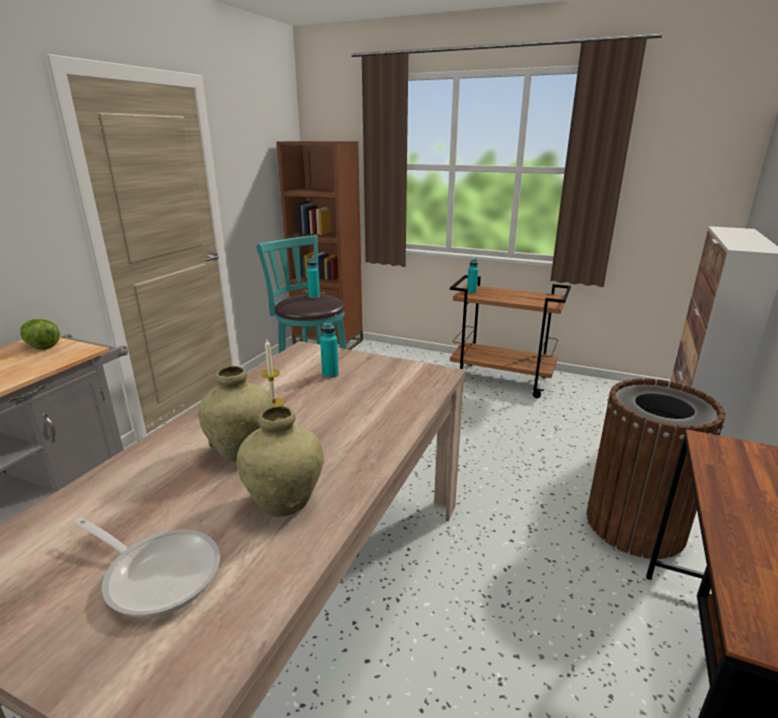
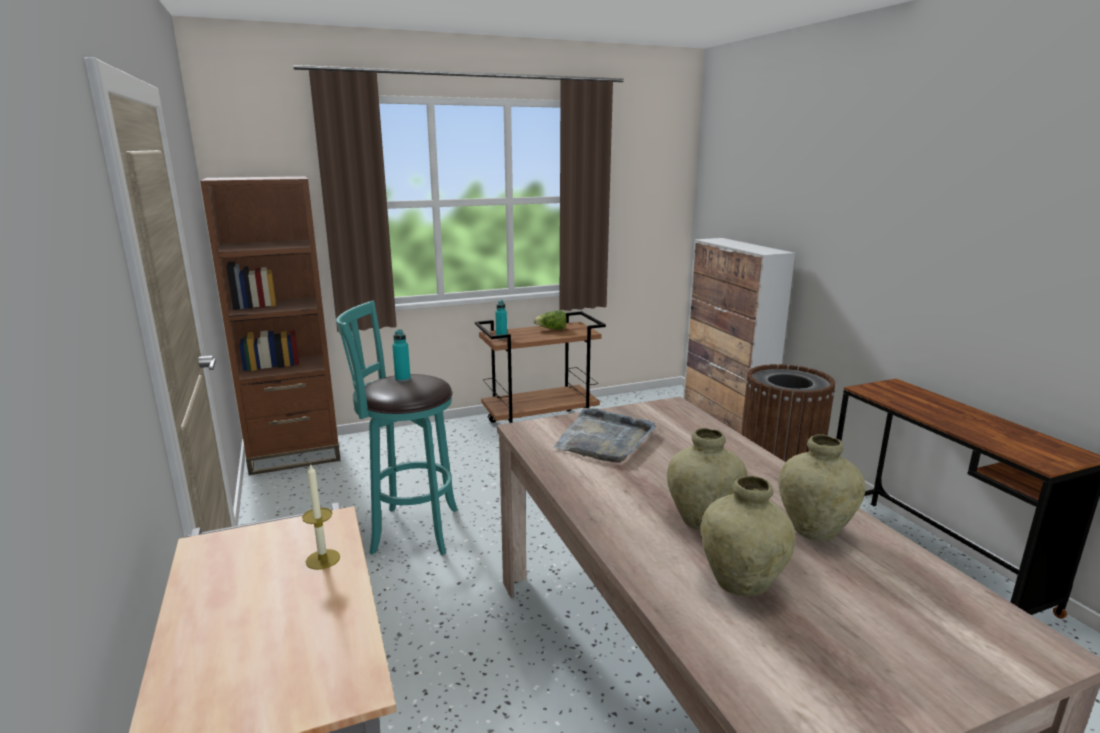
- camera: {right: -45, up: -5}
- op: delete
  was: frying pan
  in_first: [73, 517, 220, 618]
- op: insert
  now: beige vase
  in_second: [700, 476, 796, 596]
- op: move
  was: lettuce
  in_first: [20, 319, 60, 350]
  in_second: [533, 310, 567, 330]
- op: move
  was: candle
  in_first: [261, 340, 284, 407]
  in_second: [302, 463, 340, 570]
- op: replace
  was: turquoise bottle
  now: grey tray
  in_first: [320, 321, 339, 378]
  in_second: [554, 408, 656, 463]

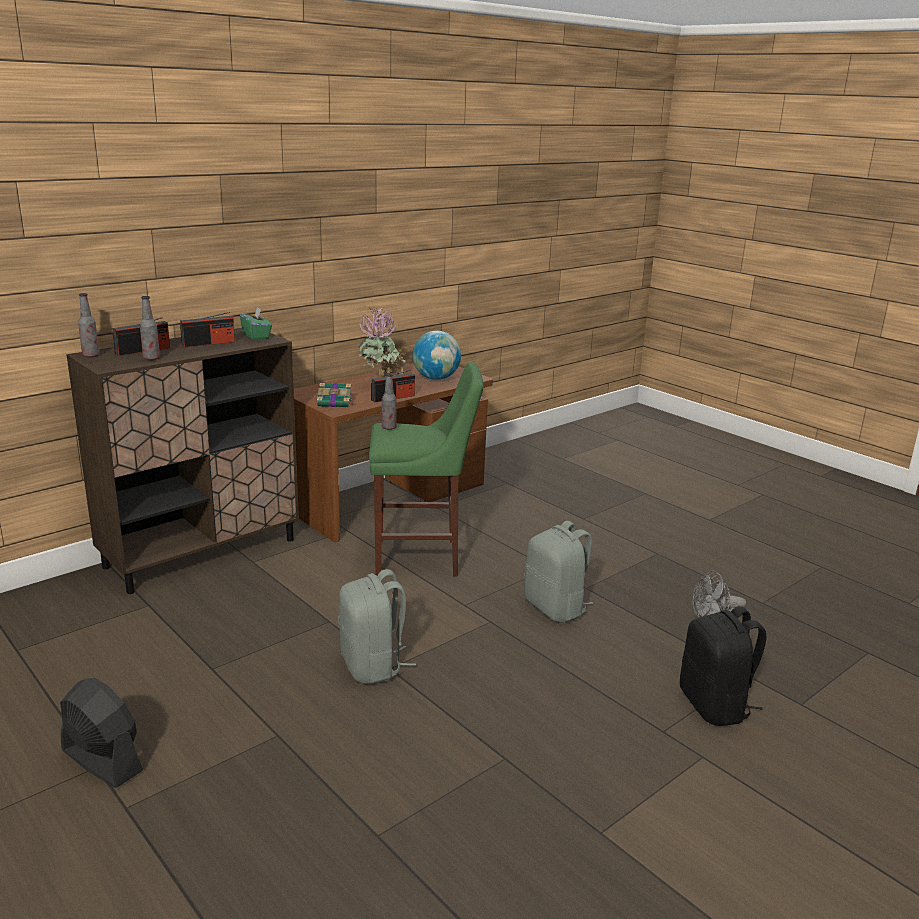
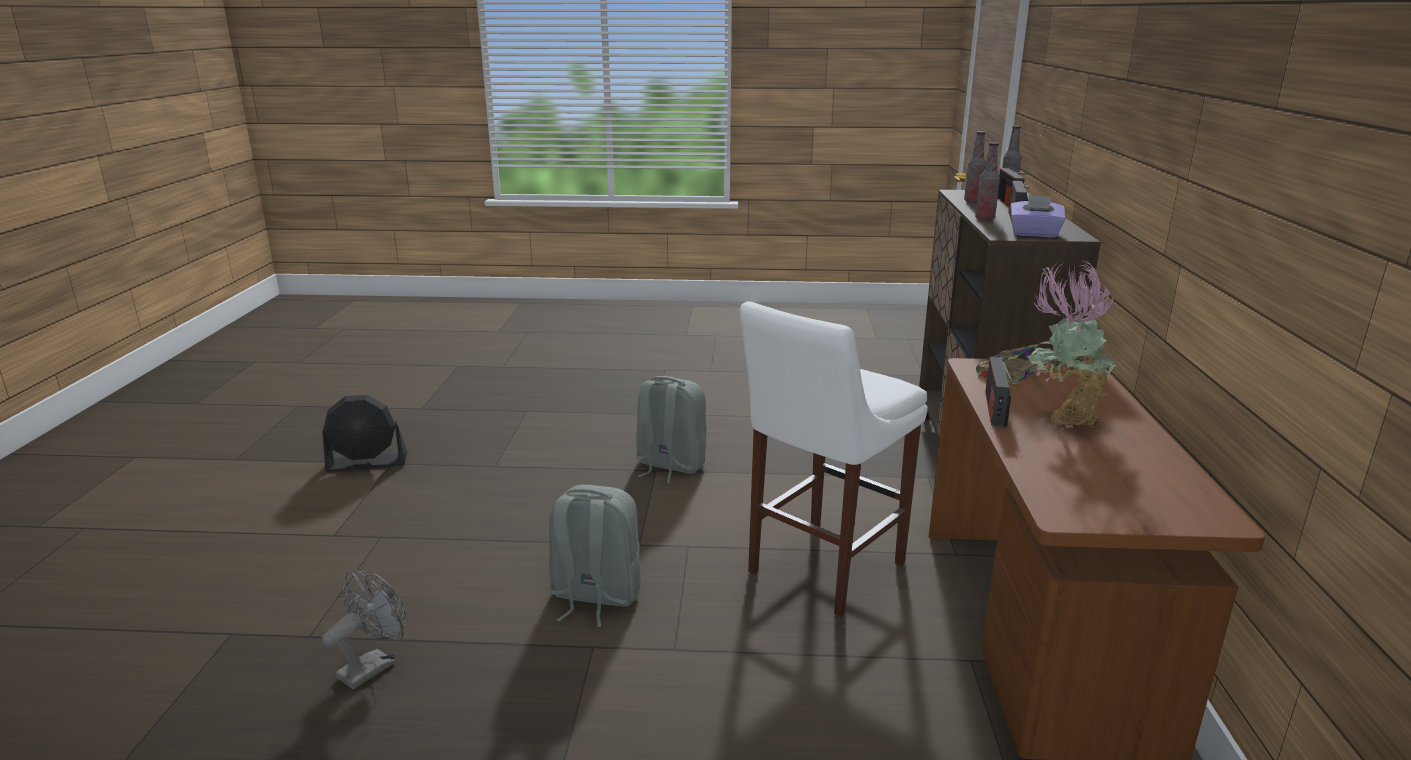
- camera: {right: 135, up: 0}
- op: delete
  was: globe
  in_first: [412, 331, 461, 380]
- op: delete
  was: black backpack
  in_first: [680, 606, 767, 726]
- op: move
  was: black fan
  in_first: [60, 678, 143, 788]
  in_second: [322, 395, 408, 472]
- op: move
  was: bottle
  in_first: [382, 373, 396, 430]
  in_second: [975, 142, 1000, 220]
- op: recolor
  was: green tissue box
  now: purple tissue box
  in_first: [240, 307, 272, 340]
  in_second: [1010, 195, 1066, 237]
- op: recolor
  was: green stool
  now: white stool
  in_first: [369, 362, 483, 576]
  in_second: [740, 302, 928, 617]

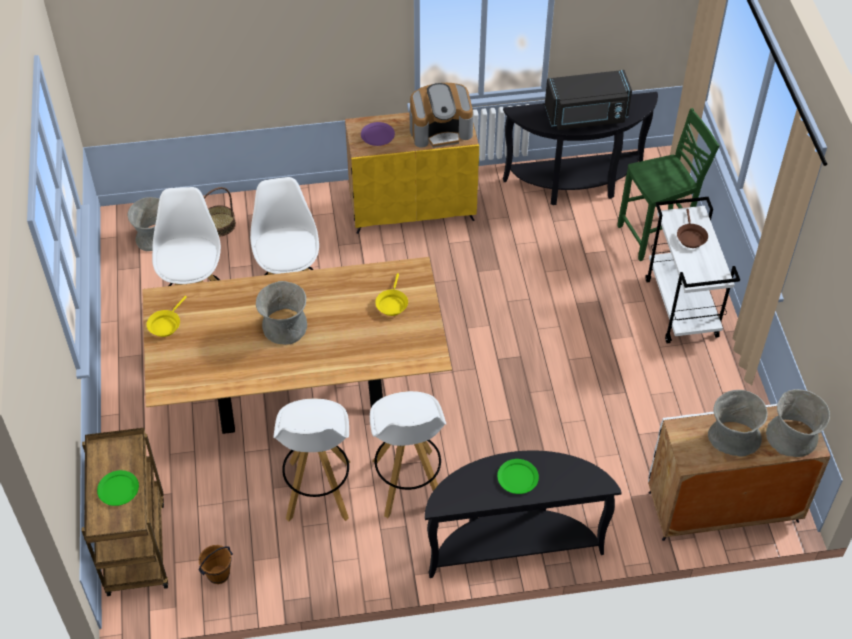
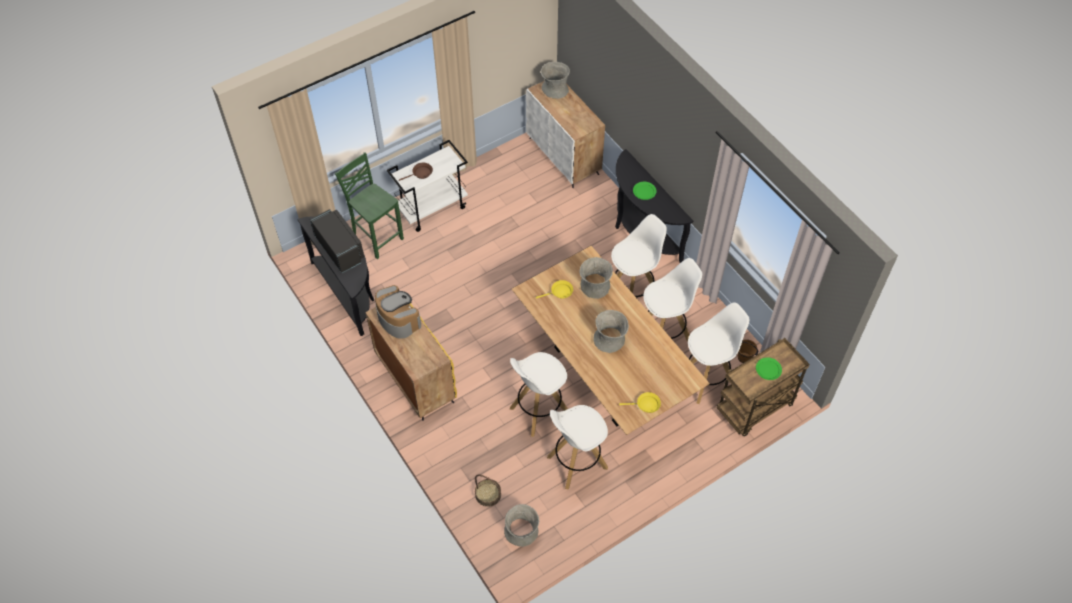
- camera: {right: -115, up: 5}
- op: delete
  was: purple plate
  in_first: [361, 122, 395, 146]
- op: insert
  now: white stool
  in_second: [688, 303, 749, 404]
- op: move
  was: grey vase
  in_first: [708, 390, 767, 457]
  in_second: [580, 257, 613, 299]

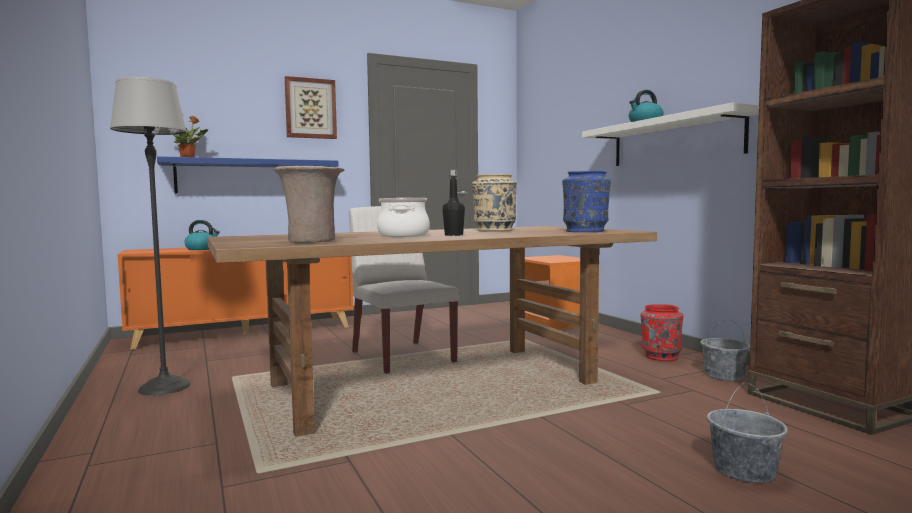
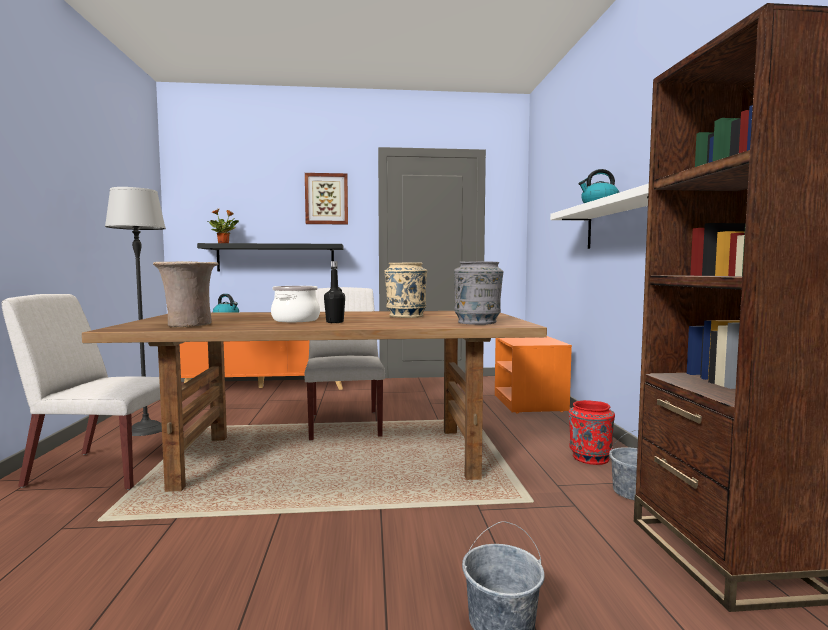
- camera: {right: 20, up: 0}
- op: insert
  now: white chair
  in_second: [2, 294, 160, 490]
- op: recolor
  was: blue shelf
  now: black shelf
  in_first: [157, 156, 338, 193]
  in_second: [197, 243, 344, 271]
- op: recolor
  was: blue vase
  now: grey vase
  in_first: [562, 171, 611, 232]
  in_second: [454, 261, 503, 325]

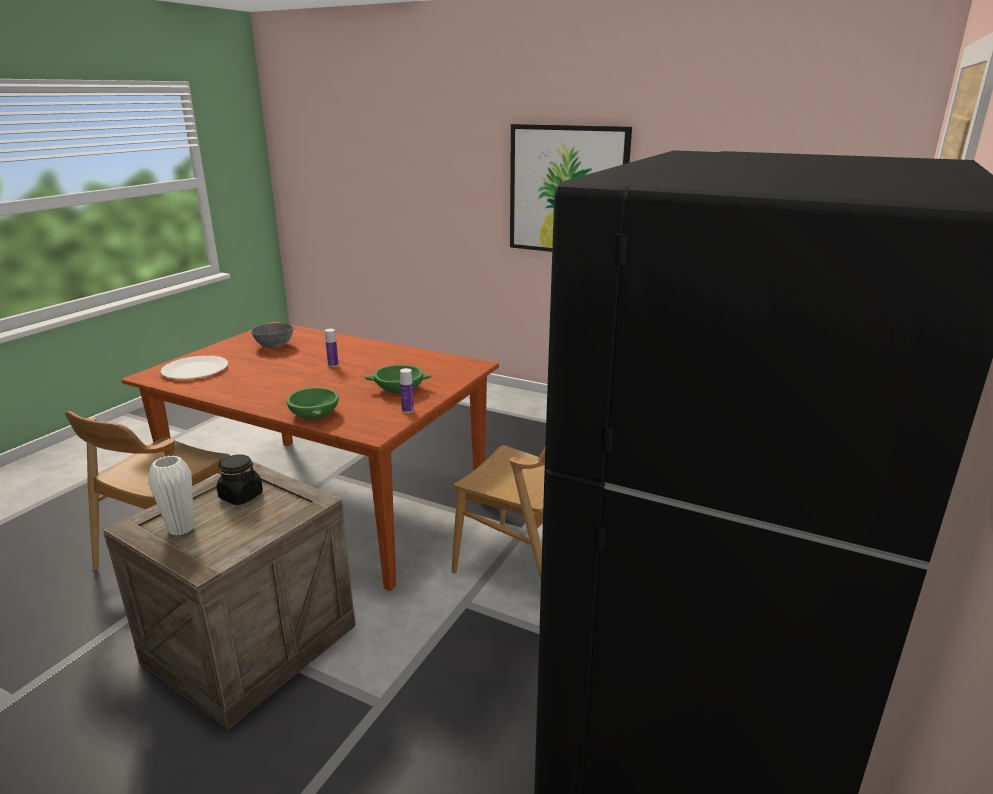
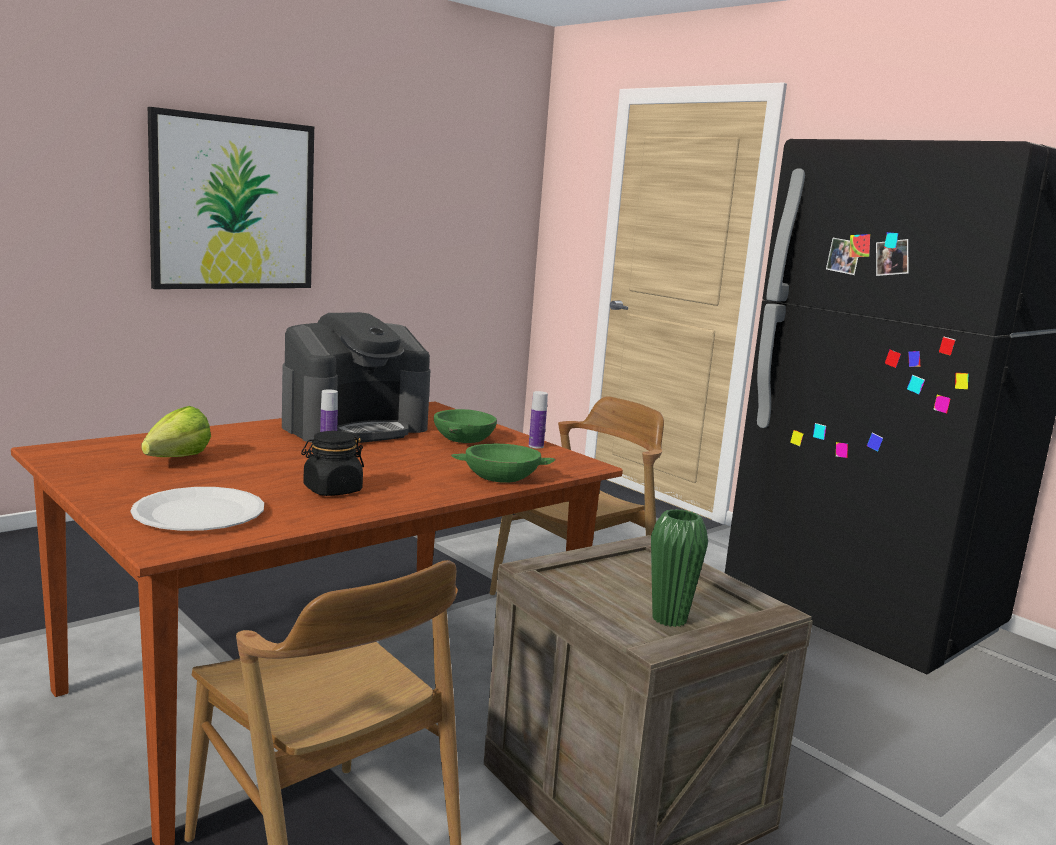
- camera: {right: -70, up: -10}
- op: insert
  now: coffee machine
  in_second: [282, 312, 431, 443]
- op: move
  was: black jar
  in_first: [217, 454, 263, 505]
  in_second: [301, 431, 364, 496]
- op: replace
  was: grey bowl
  now: lettuce
  in_first: [251, 323, 294, 348]
  in_second: [142, 406, 211, 457]
- op: recolor
  was: white vase
  now: green vase
  in_first: [148, 456, 194, 535]
  in_second: [651, 509, 708, 627]

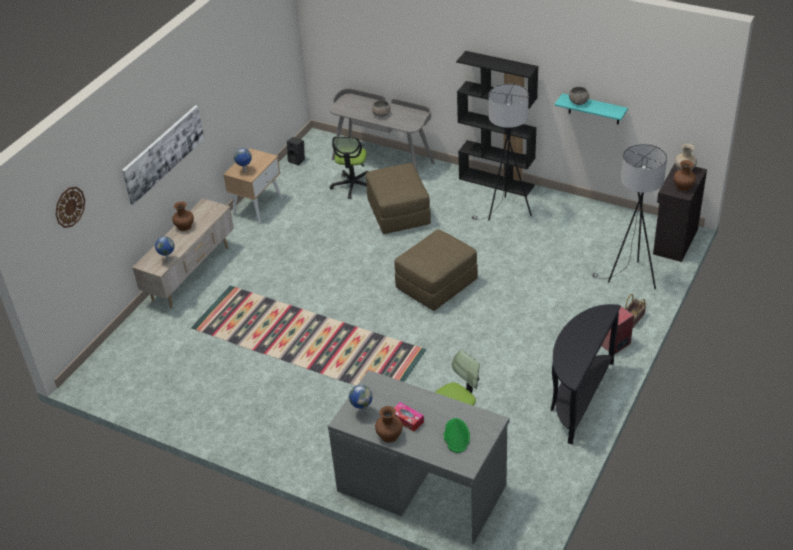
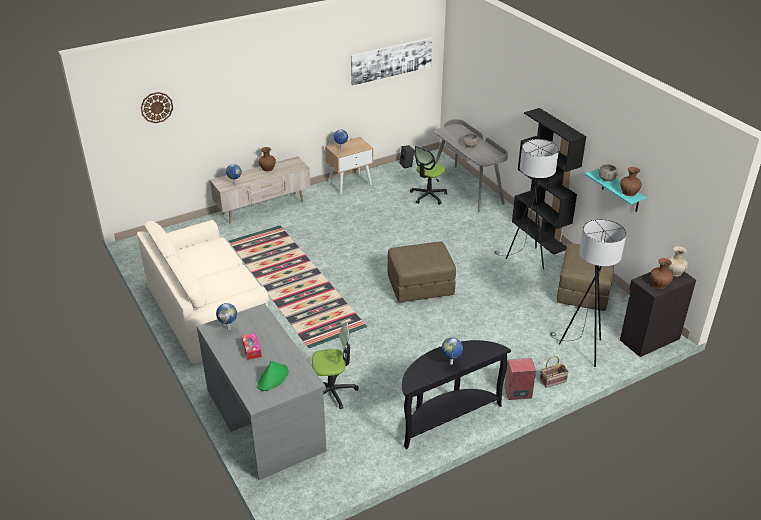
- camera: {right: 30, up: -5}
- op: insert
  now: beige sofa
  in_second: [137, 220, 269, 363]
- op: insert
  now: globe
  in_second: [442, 337, 463, 365]
- op: move
  was: picture
  in_first: [122, 105, 204, 205]
  in_second: [351, 38, 432, 86]
- op: move
  was: brown ottoman
  in_first: [366, 163, 431, 234]
  in_second: [557, 243, 614, 311]
- op: move
  was: brown vase
  in_first: [375, 406, 403, 443]
  in_second: [620, 167, 642, 196]

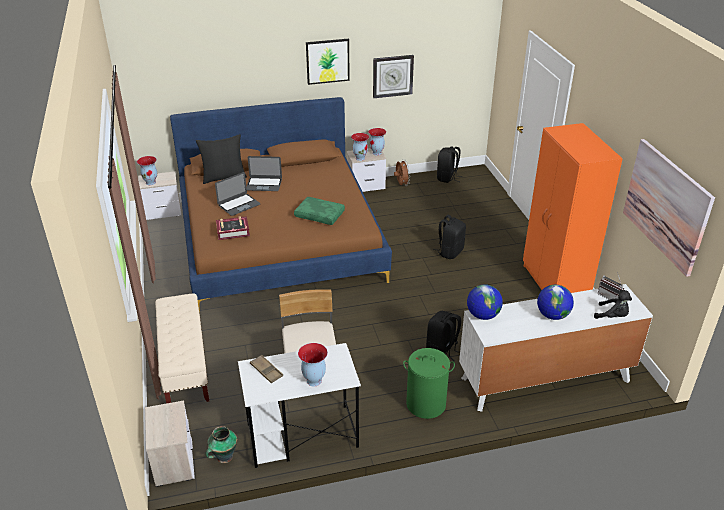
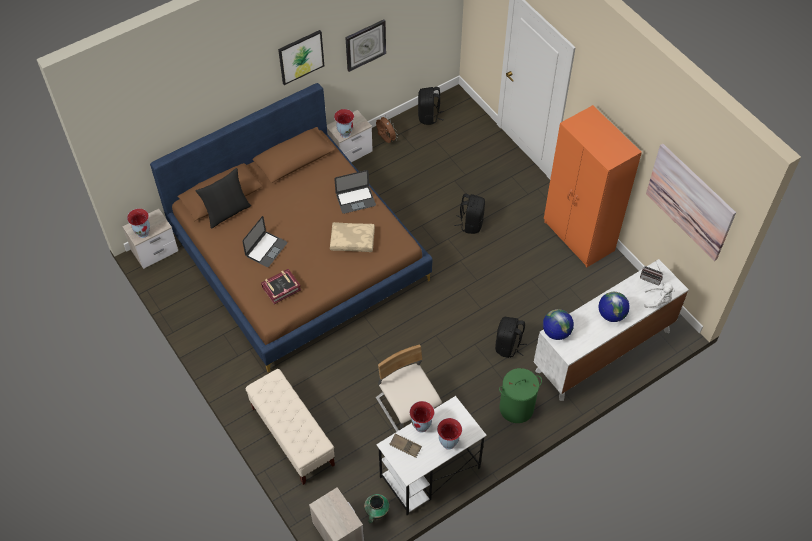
- camera: {right: -20, up: 20}
- op: move
  was: laptop
  in_first: [246, 156, 282, 191]
  in_second: [334, 170, 376, 214]
- op: move
  was: vase
  in_first: [368, 128, 386, 156]
  in_second: [410, 401, 434, 433]
- op: recolor
  was: green pillow
  now: beige pillow
  in_first: [294, 197, 345, 225]
  in_second: [330, 222, 375, 252]
- op: recolor
  was: black plush toy
  now: white plush toy
  in_first: [594, 290, 632, 319]
  in_second: [644, 283, 675, 308]

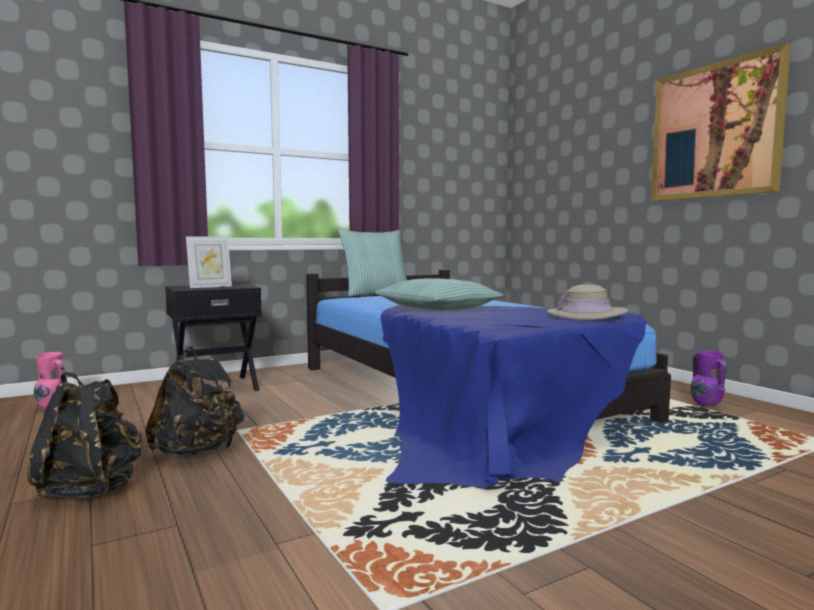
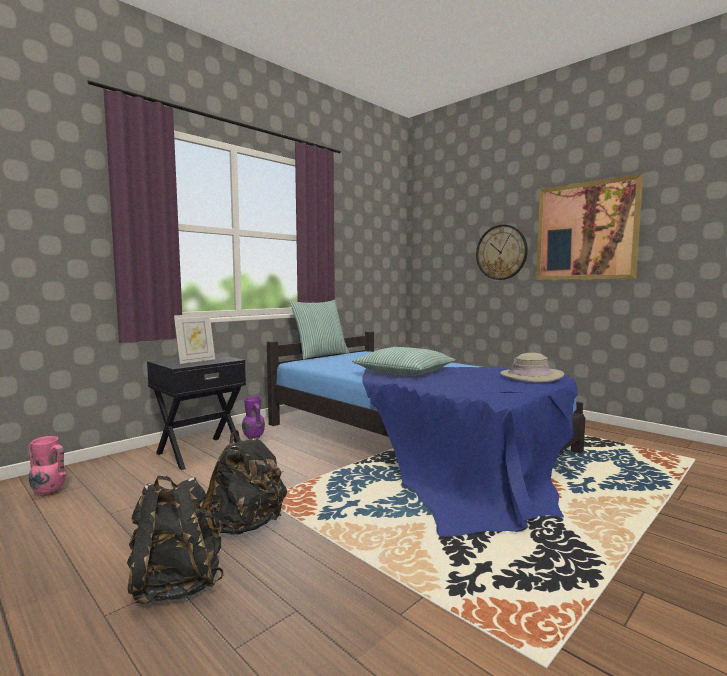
- camera: {right: -15, up: 0}
- op: insert
  now: wall clock
  in_second: [476, 225, 528, 280]
- op: move
  was: purple vase
  in_first: [690, 350, 727, 408]
  in_second: [242, 396, 265, 439]

